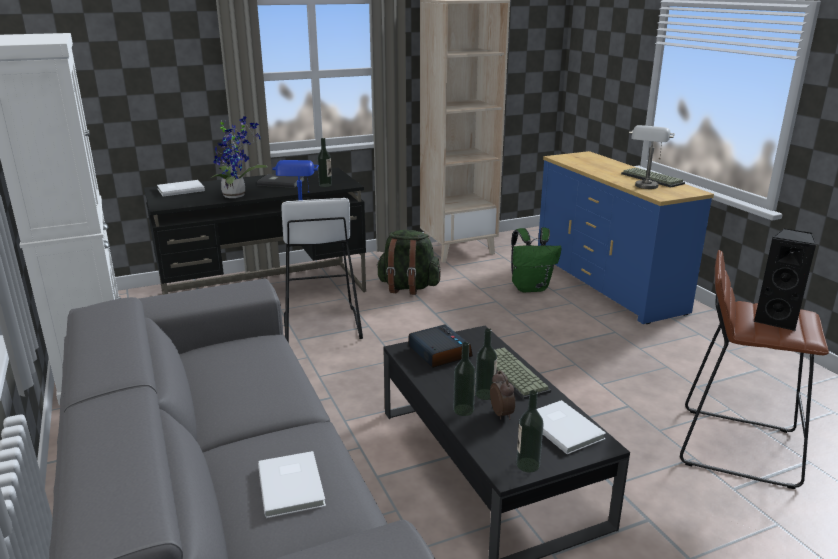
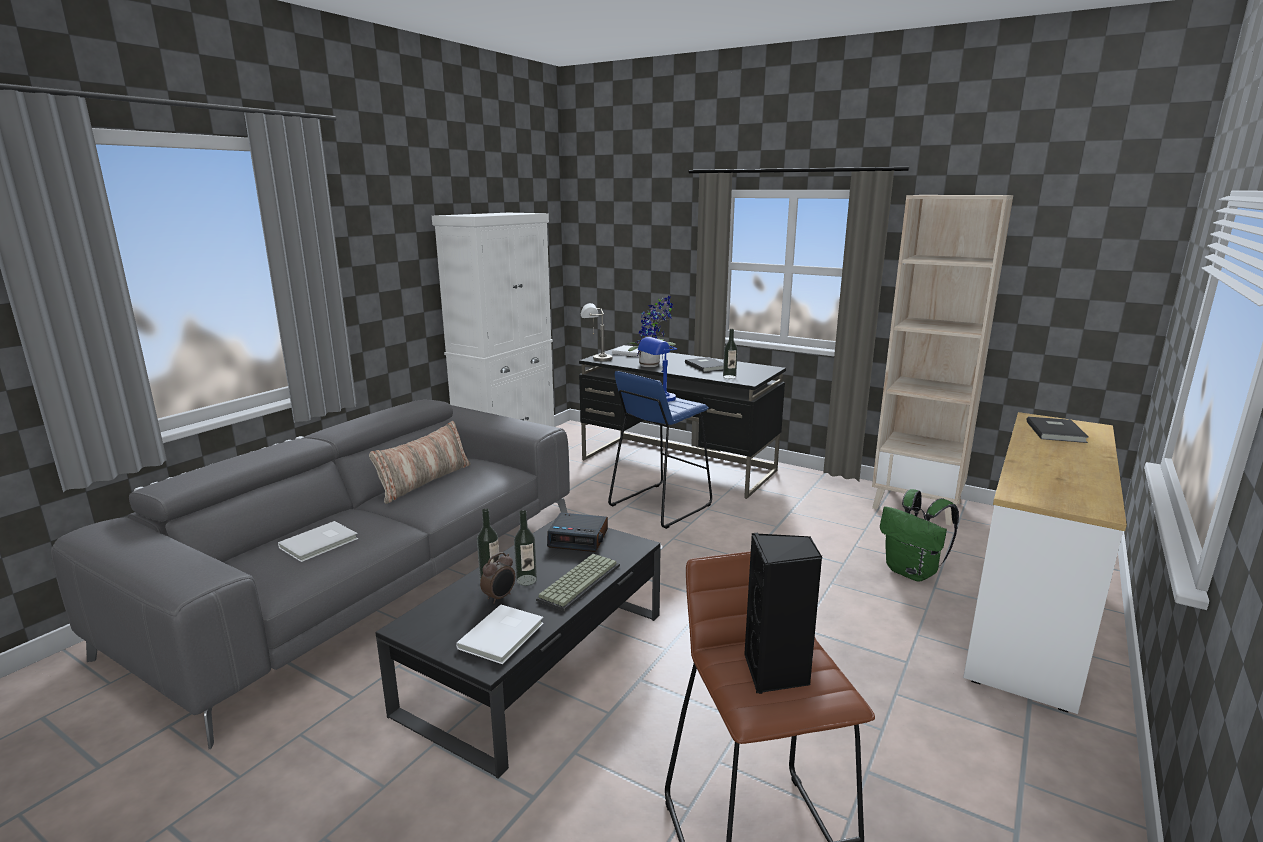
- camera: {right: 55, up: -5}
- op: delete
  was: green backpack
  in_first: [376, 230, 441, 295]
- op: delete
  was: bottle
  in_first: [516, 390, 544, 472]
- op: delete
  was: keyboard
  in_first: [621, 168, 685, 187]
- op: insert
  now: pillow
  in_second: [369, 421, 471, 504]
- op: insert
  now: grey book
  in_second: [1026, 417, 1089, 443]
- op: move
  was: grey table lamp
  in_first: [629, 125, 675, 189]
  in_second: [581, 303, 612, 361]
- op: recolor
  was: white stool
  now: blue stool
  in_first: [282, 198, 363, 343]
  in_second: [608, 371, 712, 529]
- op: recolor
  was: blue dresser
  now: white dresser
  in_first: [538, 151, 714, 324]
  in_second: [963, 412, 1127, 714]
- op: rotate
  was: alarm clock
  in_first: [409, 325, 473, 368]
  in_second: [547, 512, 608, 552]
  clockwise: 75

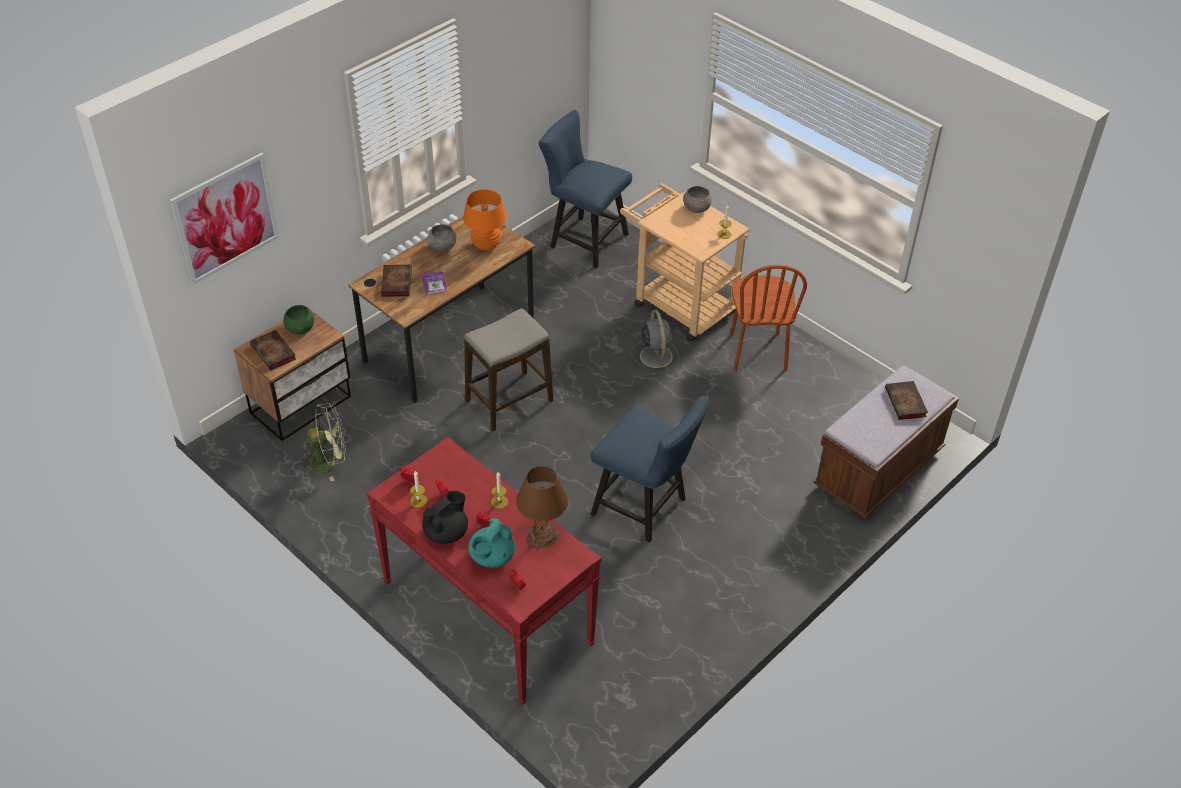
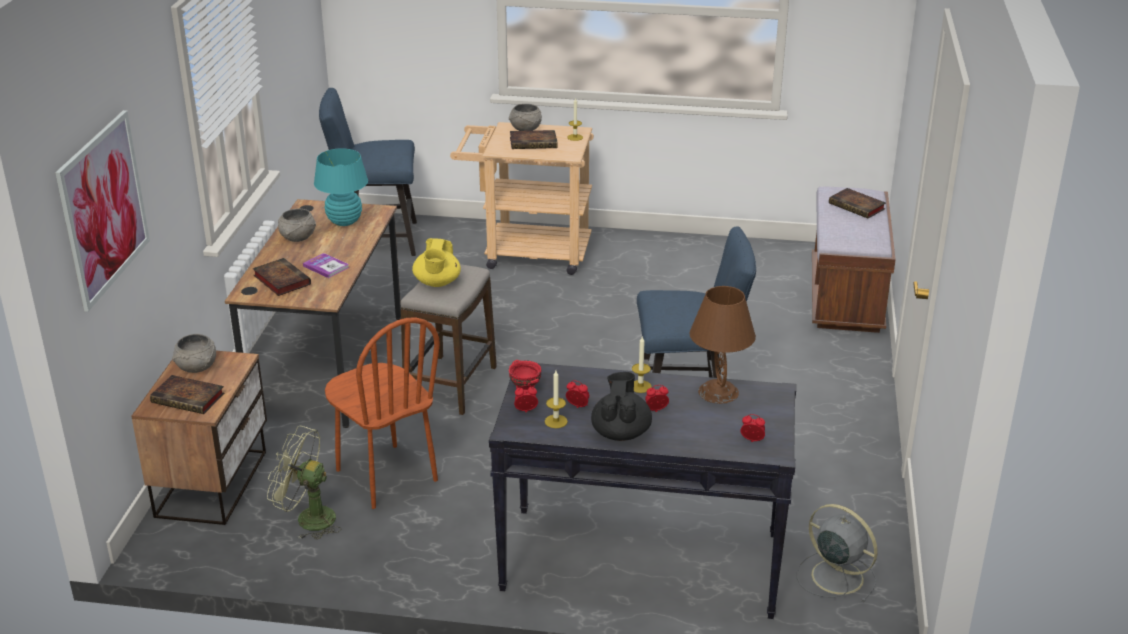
- camera: {right: -35, up: -15}
- op: delete
  was: turquoise teapot
  in_first: [468, 518, 515, 567]
- op: insert
  now: yellow teapot
  in_second: [412, 238, 461, 287]
- op: insert
  now: red bowl
  in_second: [509, 360, 542, 390]
- op: insert
  now: book
  in_second: [510, 130, 557, 149]
- op: move
  was: grey fan
  in_first: [631, 310, 680, 375]
  in_second: [797, 504, 878, 602]
- op: move
  was: brown chair
  in_first: [730, 265, 807, 371]
  in_second: [325, 317, 440, 509]
- op: recolor
  was: green bowl
  now: grey bowl
  in_first: [283, 305, 314, 334]
  in_second: [172, 334, 216, 373]
- op: recolor
  was: red console table
  now: black console table
  in_first: [367, 437, 602, 705]
  in_second: [489, 363, 796, 619]
- op: recolor
  was: orange table lamp
  now: turquoise table lamp
  in_first: [463, 189, 507, 250]
  in_second: [314, 148, 368, 226]
- op: rotate
  was: green fan
  in_first: [300, 403, 346, 482]
  in_second: [267, 426, 341, 540]
  clockwise: -120

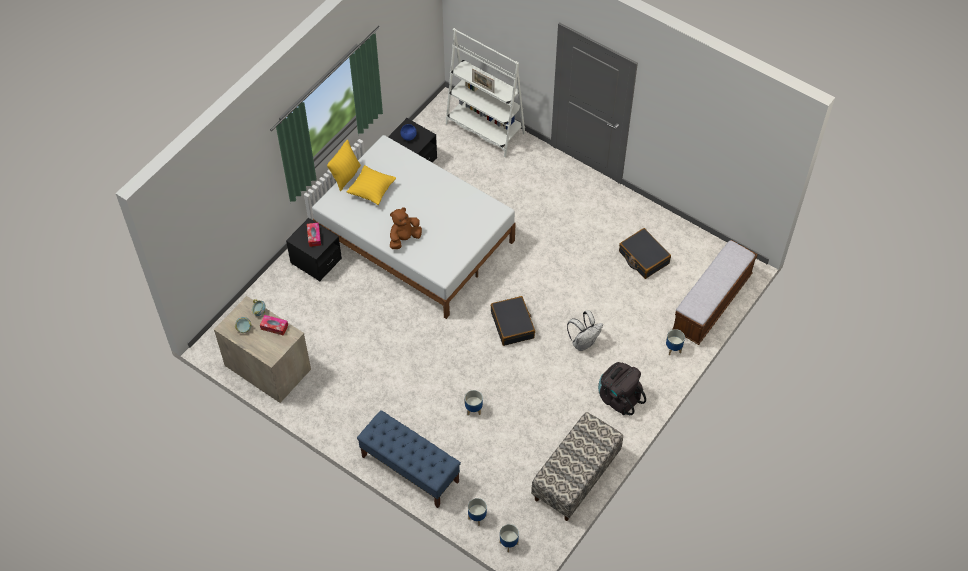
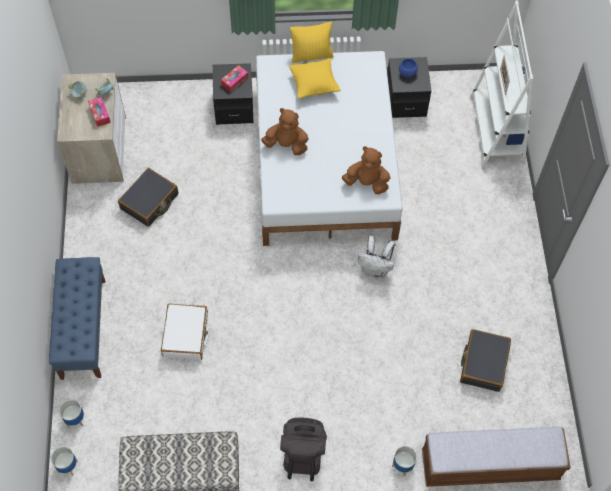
- camera: {right: 50, up: 5}
- op: insert
  now: brown plush toy
  in_second: [342, 147, 390, 194]
- op: move
  was: black suitcase
  in_first: [491, 296, 535, 346]
  in_second: [118, 168, 178, 227]
- op: move
  was: white backpack
  in_first: [567, 311, 603, 351]
  in_second: [357, 236, 396, 278]
- op: replace
  was: planter
  now: white suitcase
  in_first: [465, 390, 483, 415]
  in_second: [161, 304, 209, 360]

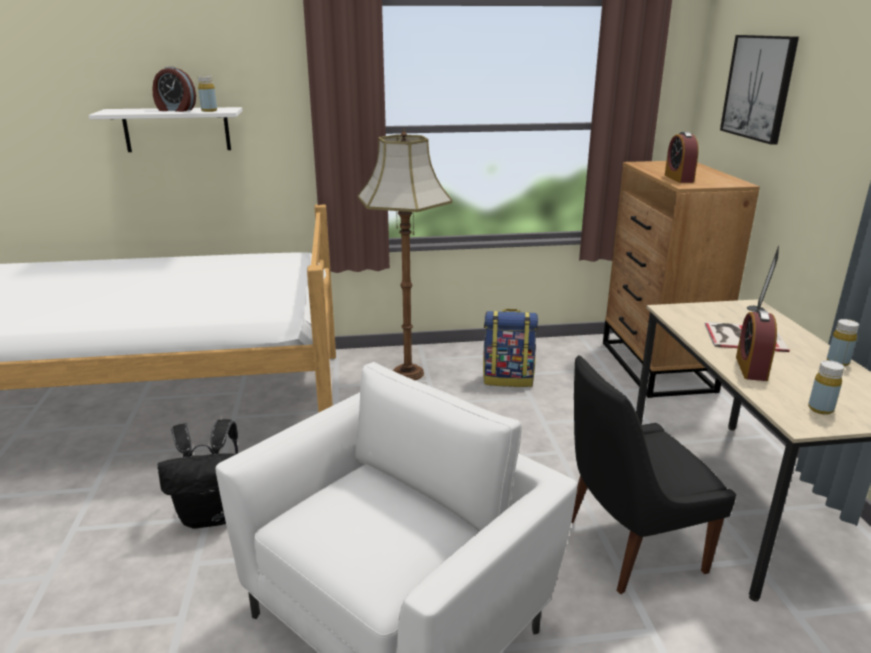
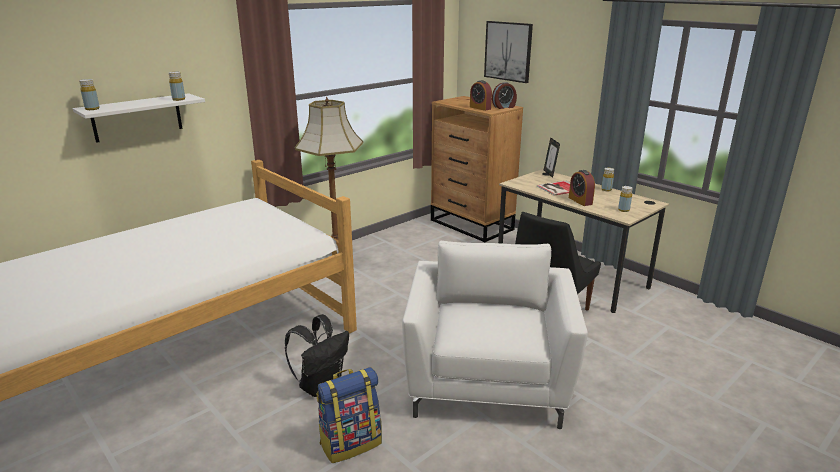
- camera: {right: -35, up: 0}
- op: insert
  now: yellow bottle
  in_second: [79, 79, 100, 110]
- op: move
  was: alarm clock
  in_first: [152, 66, 196, 112]
  in_second: [492, 82, 517, 109]
- op: move
  was: backpack
  in_first: [483, 309, 538, 387]
  in_second: [317, 367, 382, 463]

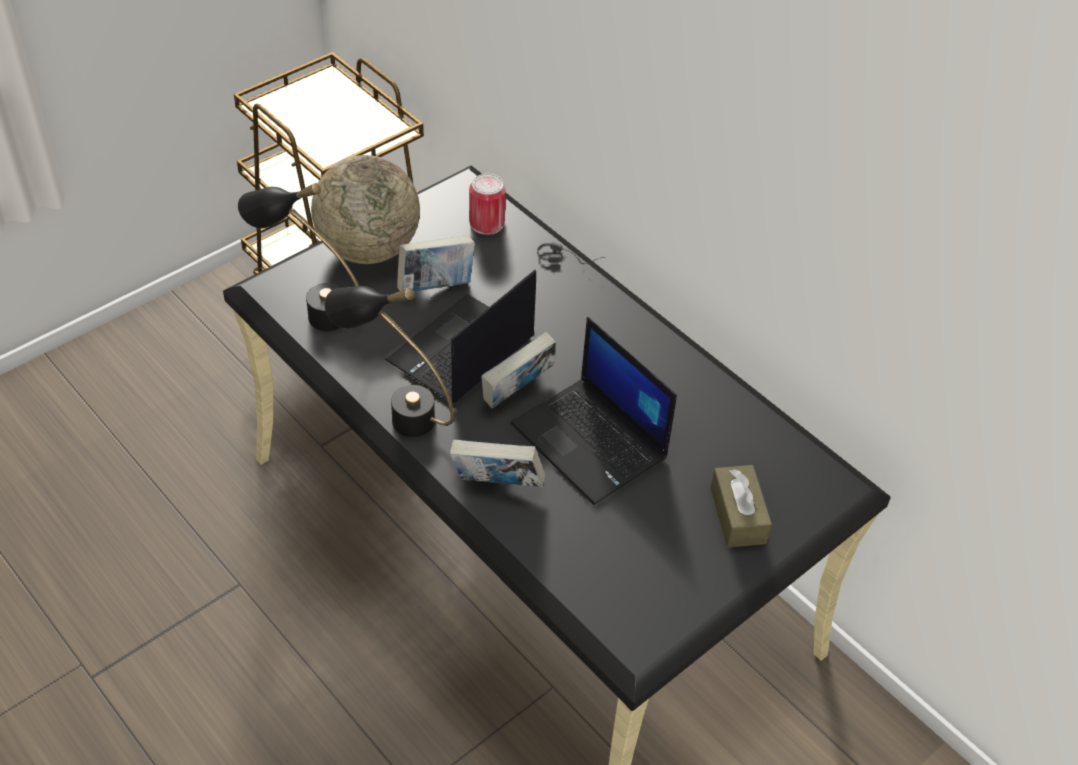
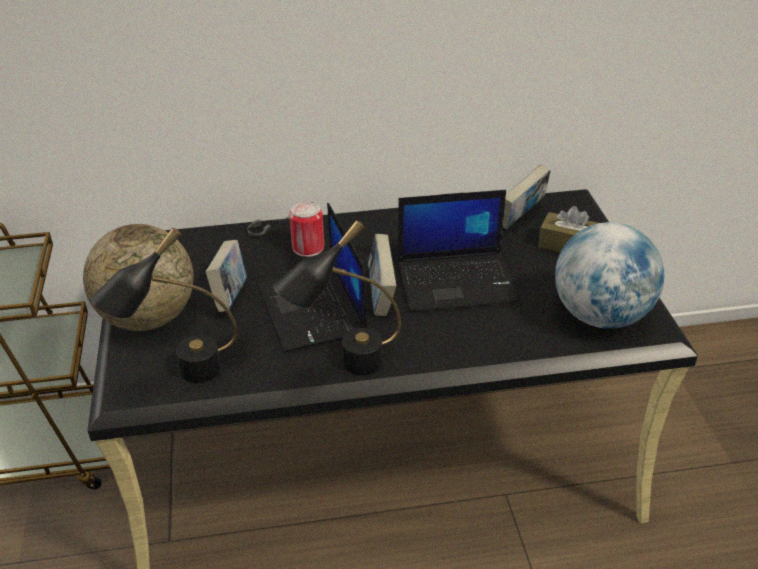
- camera: {right: -55, up: -10}
- op: insert
  now: globe
  in_second: [555, 222, 664, 329]
- op: move
  was: book
  in_first: [450, 440, 545, 487]
  in_second: [503, 164, 551, 230]
- op: move
  was: can
  in_first: [469, 174, 506, 235]
  in_second: [289, 201, 324, 257]

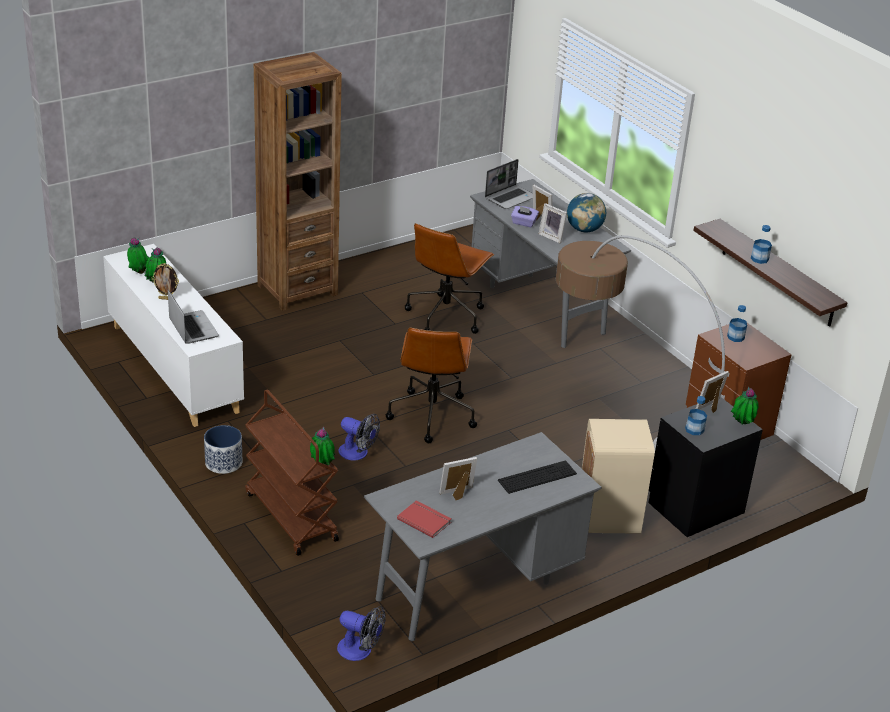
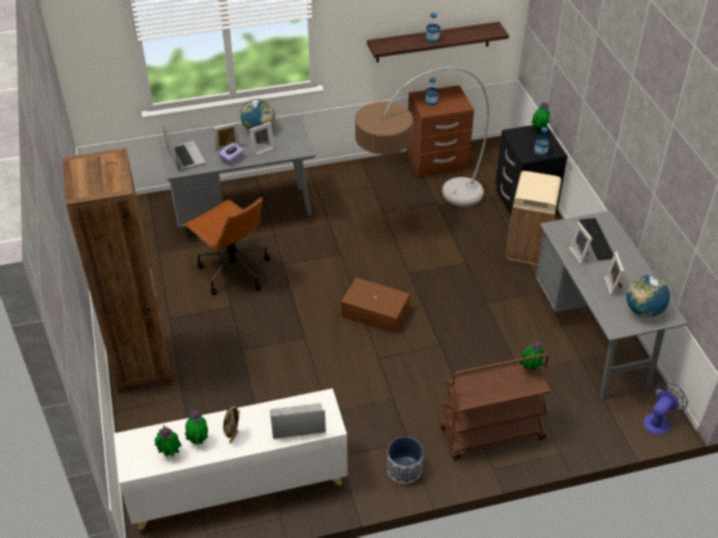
- camera: {right: -70, up: 10}
- op: delete
  was: fan
  in_first: [338, 414, 380, 461]
- op: move
  was: picture frame
  in_first: [696, 371, 729, 413]
  in_second: [568, 222, 592, 264]
- op: replace
  was: brown office chair
  now: brown storage box
  in_first: [386, 328, 477, 443]
  in_second: [341, 278, 410, 334]
- op: replace
  was: red book
  now: globe
  in_first: [397, 500, 451, 538]
  in_second: [626, 275, 670, 317]

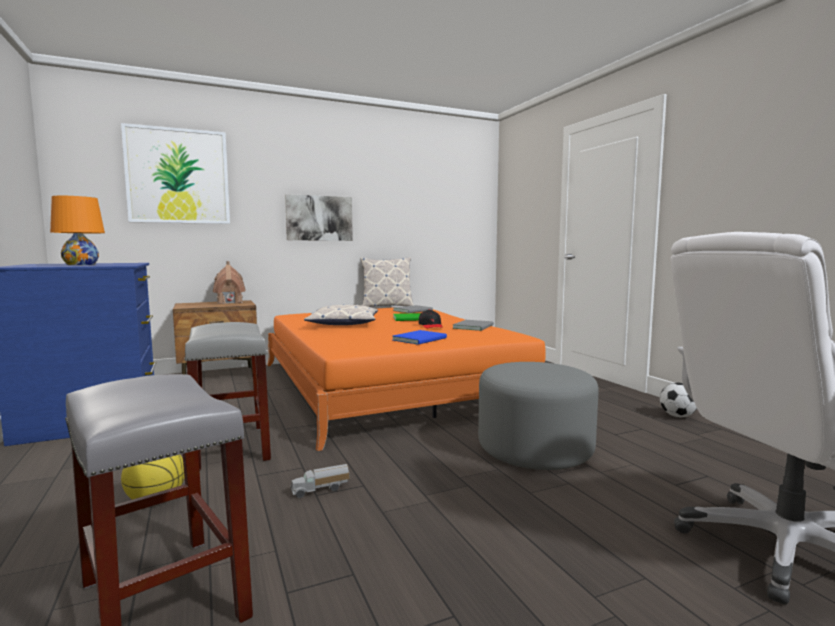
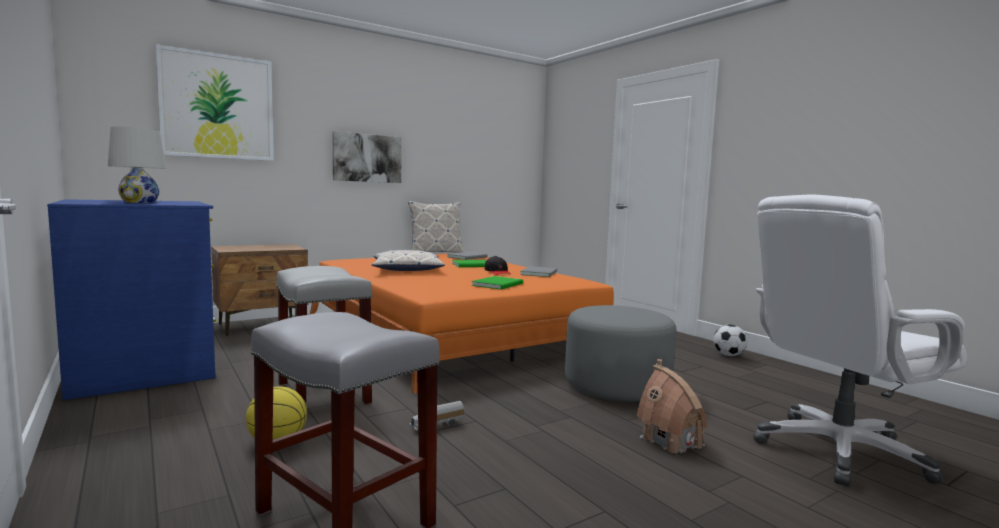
- camera: {right: -10, up: 0}
- op: move
  was: toy house
  in_first: [213, 261, 246, 304]
  in_second: [637, 359, 708, 454]
- op: recolor
  was: orange table lamp
  now: white table lamp
  in_first: [50, 196, 105, 265]
  in_second: [108, 126, 167, 203]
- op: recolor
  was: blue book
  now: green book
  in_first: [393, 330, 447, 345]
  in_second: [472, 276, 523, 290]

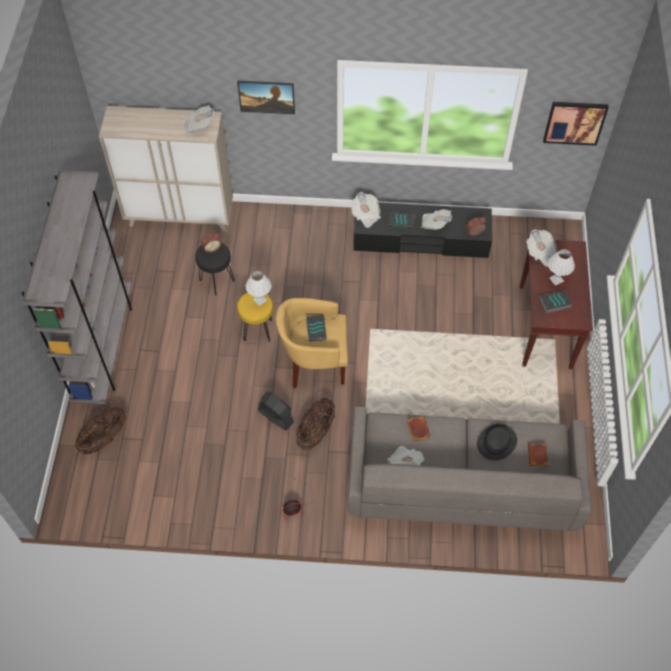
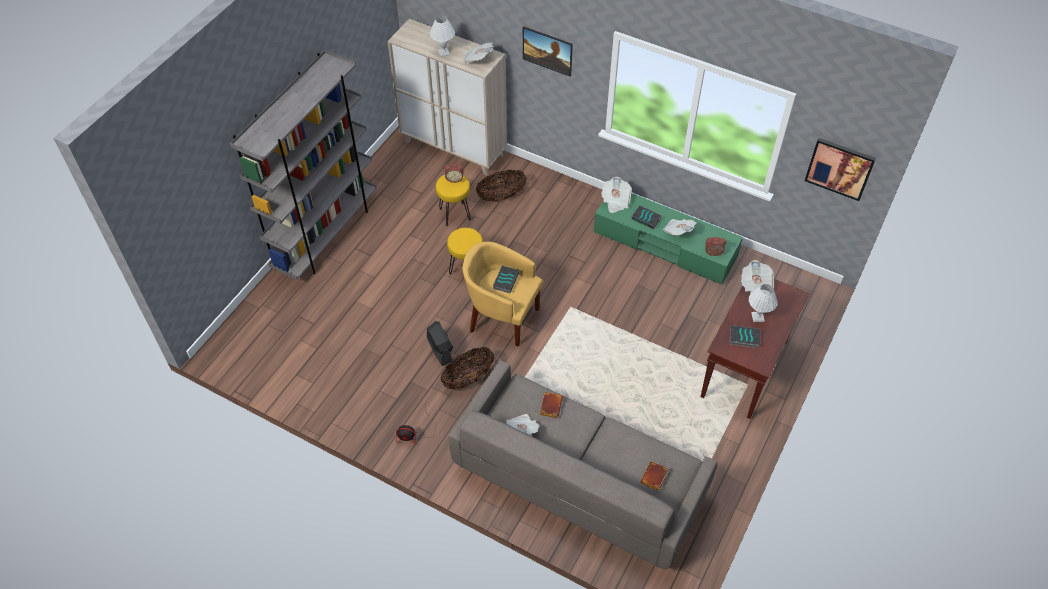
- camera: {right: 25, up: -5}
- op: delete
  was: black hat
  in_first: [477, 424, 517, 461]
- op: move
  was: basket
  in_first: [75, 407, 126, 454]
  in_second: [476, 170, 527, 202]
- op: move
  was: white table lamp
  in_first: [245, 271, 271, 306]
  in_second: [430, 16, 455, 57]
- op: recolor
  was: black stool
  now: yellow stool
  in_first: [195, 243, 235, 295]
  in_second: [436, 175, 471, 226]
- op: recolor
  was: black tv stand
  now: green tv stand
  in_first: [353, 203, 492, 258]
  in_second: [594, 193, 743, 285]

